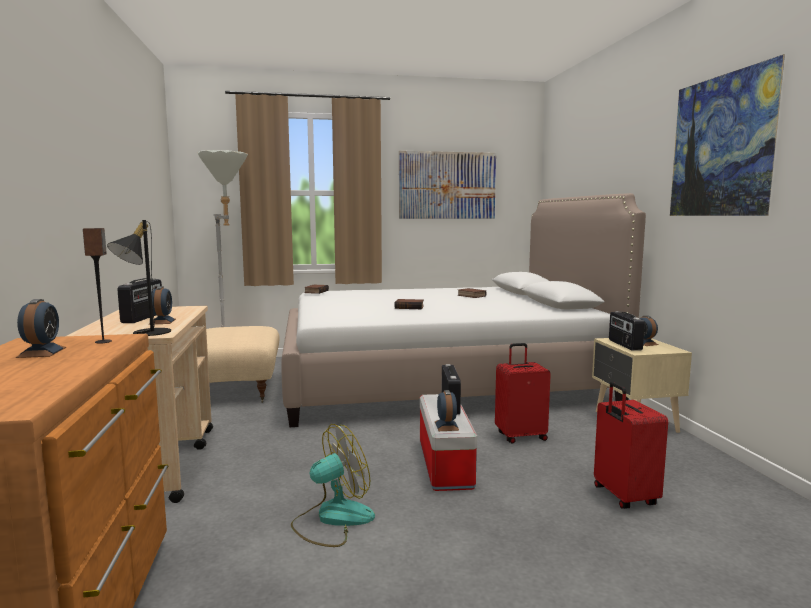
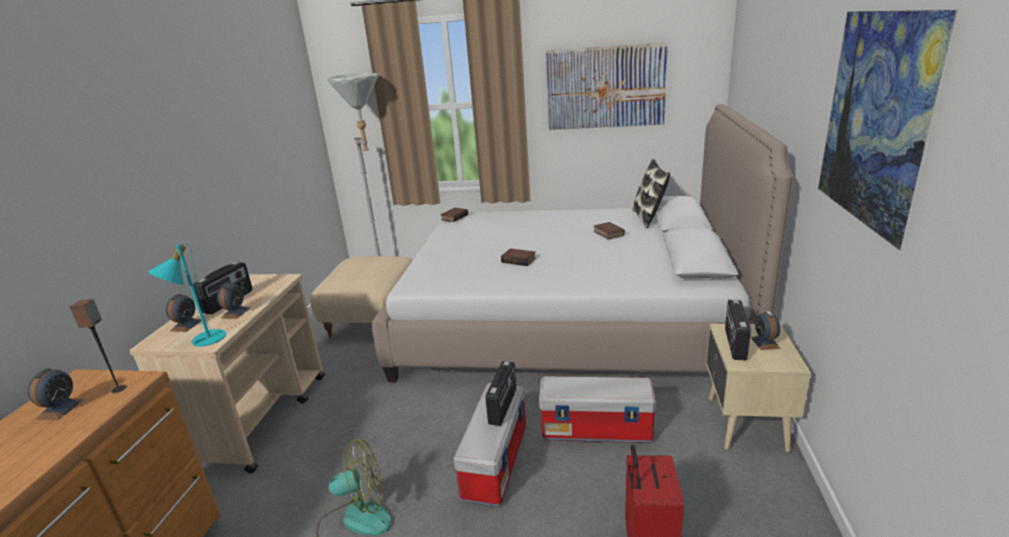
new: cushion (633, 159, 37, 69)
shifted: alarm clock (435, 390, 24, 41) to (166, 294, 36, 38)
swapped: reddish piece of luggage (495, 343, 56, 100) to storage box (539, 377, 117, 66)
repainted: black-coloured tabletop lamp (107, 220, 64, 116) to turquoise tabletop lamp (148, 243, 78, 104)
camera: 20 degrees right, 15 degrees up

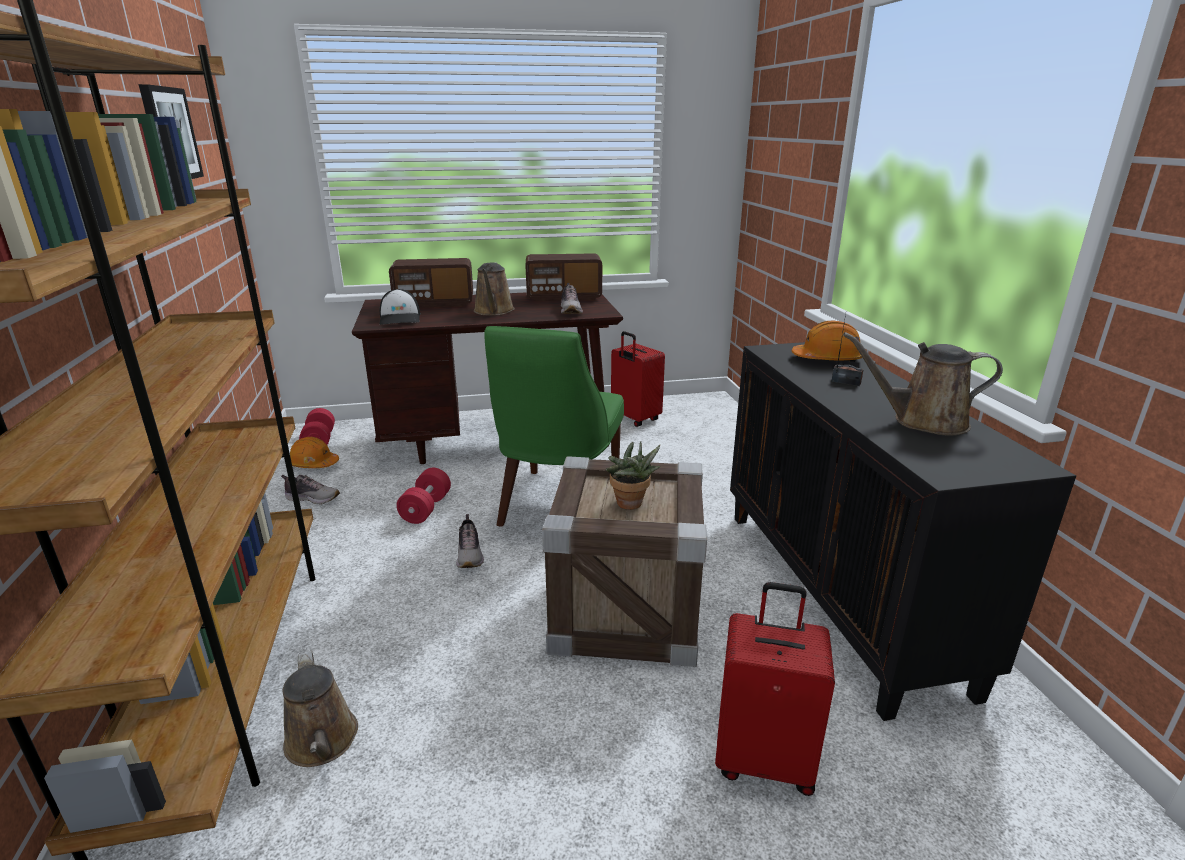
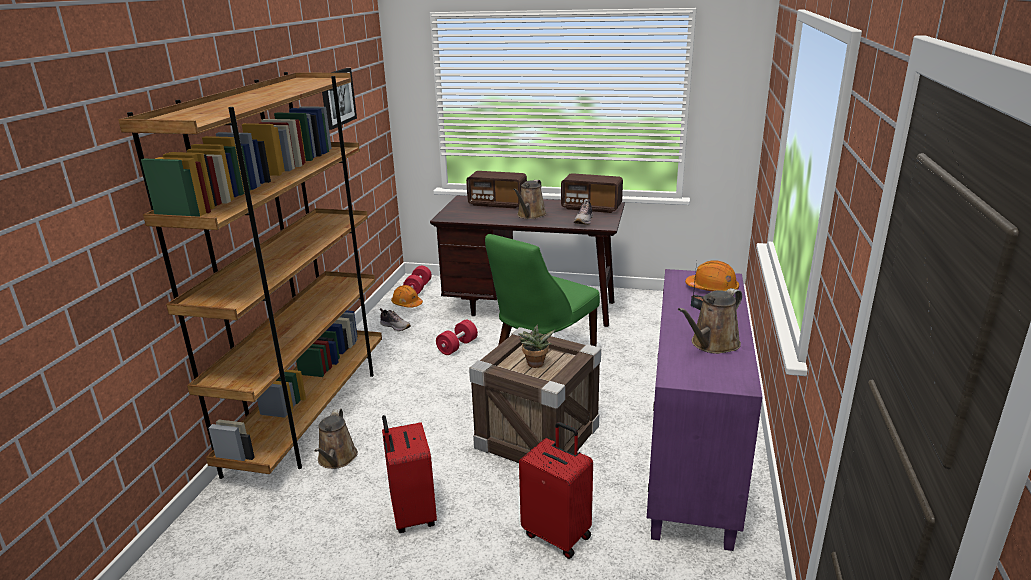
gone: peaked cap (380, 289, 40, 36); shoe (456, 514, 28, 54)
shifted: reddish piece of luggage (611, 331, 54, 96) to (382, 415, 55, 118)
repainted: black-coloured cabinet (730, 342, 346, 379) to purple-coloured cabinet (647, 269, 116, 282)
rotated: brown-coloured sprinkling can (843, 332, 160, 103) = (678, 288, 64, 66) 75 degrees counterclockwise
camera: 25 degrees right, 0 degrees up

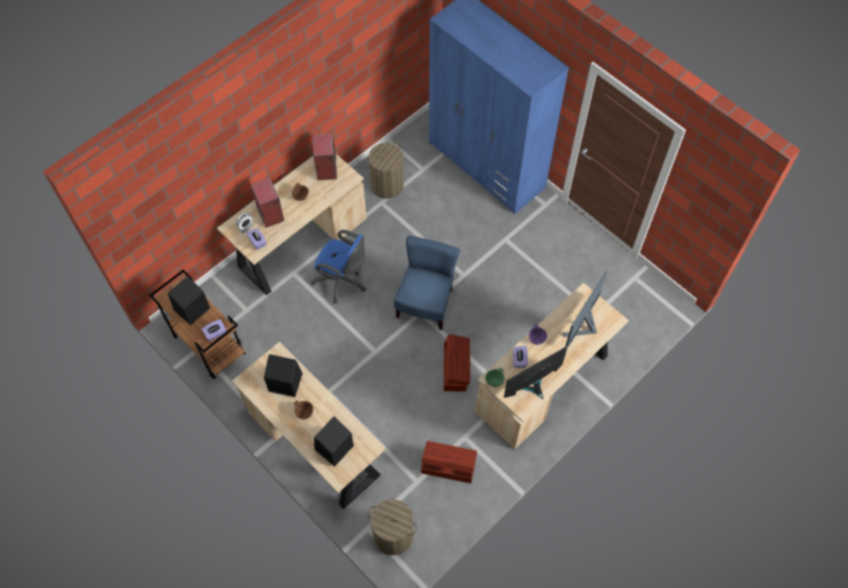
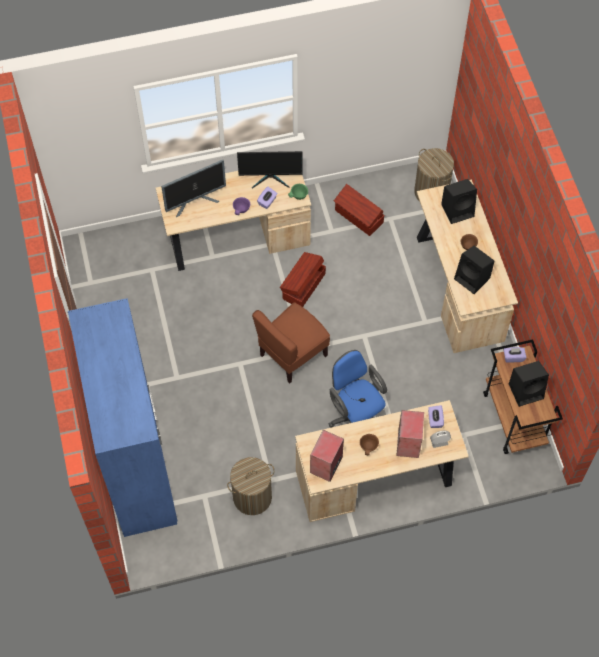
repainted: bluish plain chair (394, 236, 66, 94) to brown-coloured plain chair (252, 302, 78, 81)
camera: 150 degrees left, 0 degrees up

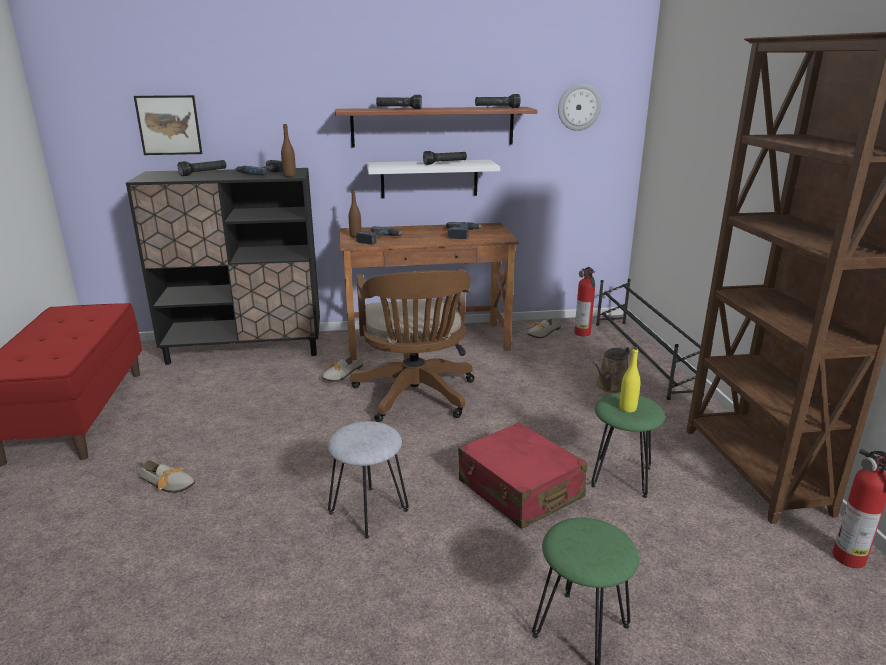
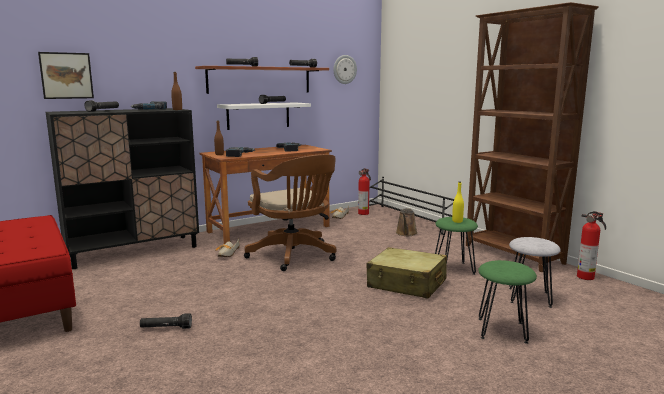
shifted: greyish stool seat (327, 421, 82, 118) to (509, 237, 52, 71)
swapped: shoe (140, 457, 55, 36) to black-coloured flashlight (140, 313, 52, 16)
repainted: reddish piece of luggage (458, 422, 130, 107) to beige piece of luggage (366, 247, 81, 52)
camera: 25 degrees left, 10 degrees down

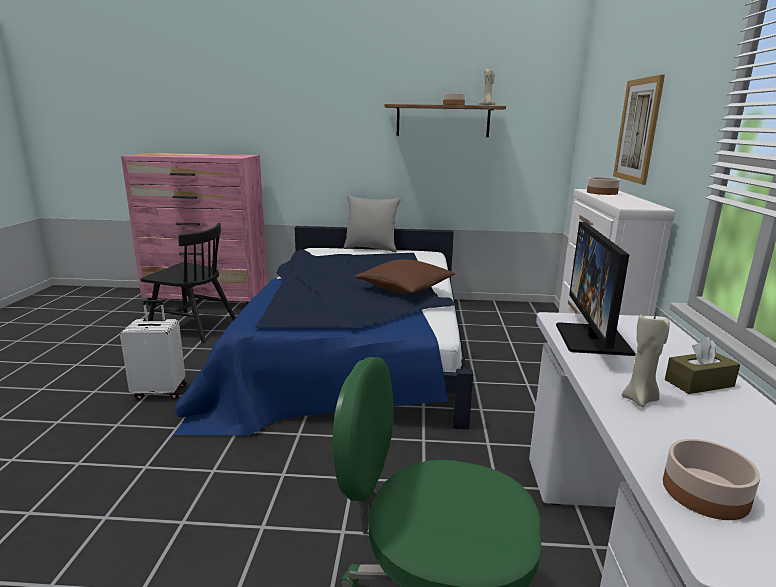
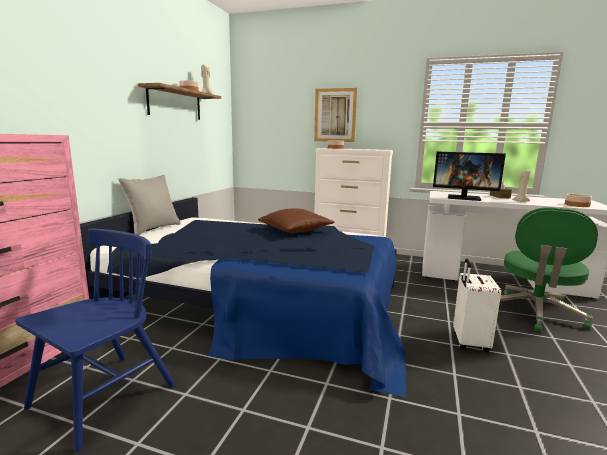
shifted: whitish piece of luggage (120, 300, 66, 99) to (453, 259, 48, 93)
repainted: black-coloured plain chair (141, 223, 95, 120) to bluish plain chair (15, 228, 160, 224)
camera: 75 degrees left, 5 degrees down

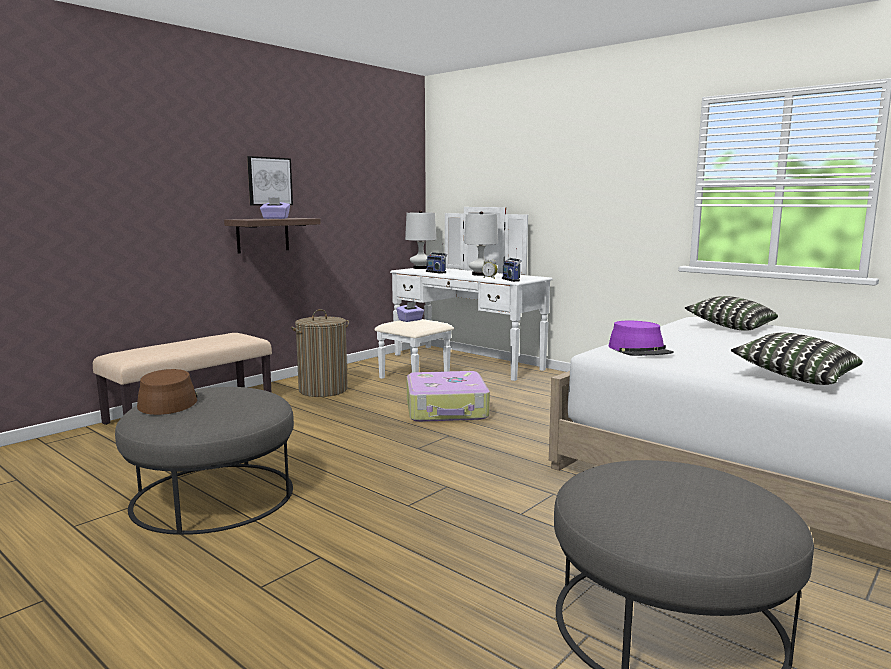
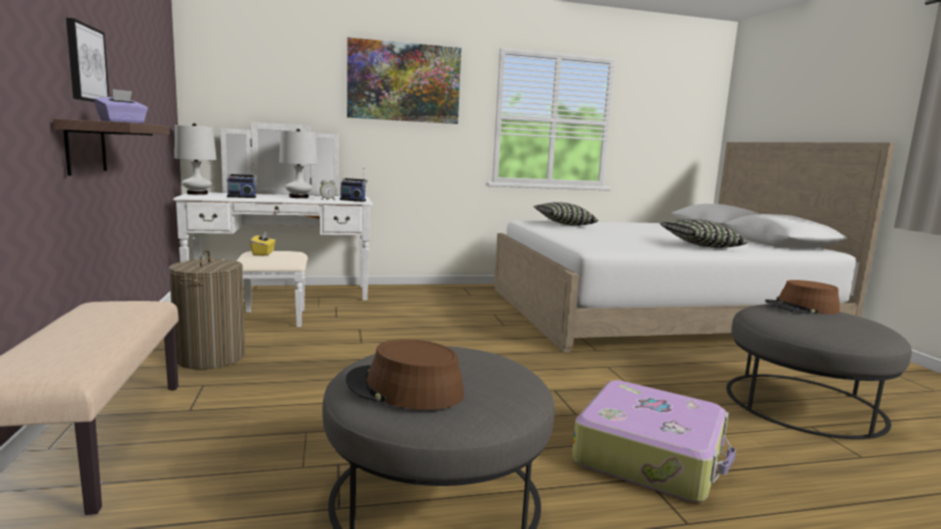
gone: purple-coloured wearable hat (609, 321, 65, 35)
new: wall picture (347, 37, 114, 87); brown-coloured wearable hat (765, 280, 75, 34)
shifted: piece of luggage (407, 371, 83, 51) to (572, 380, 164, 122)
repainted: purple-coloured tissue box (396, 302, 28, 20) to yellowish tissue box (250, 231, 26, 25)
camera: 55 degrees left, 0 degrees up

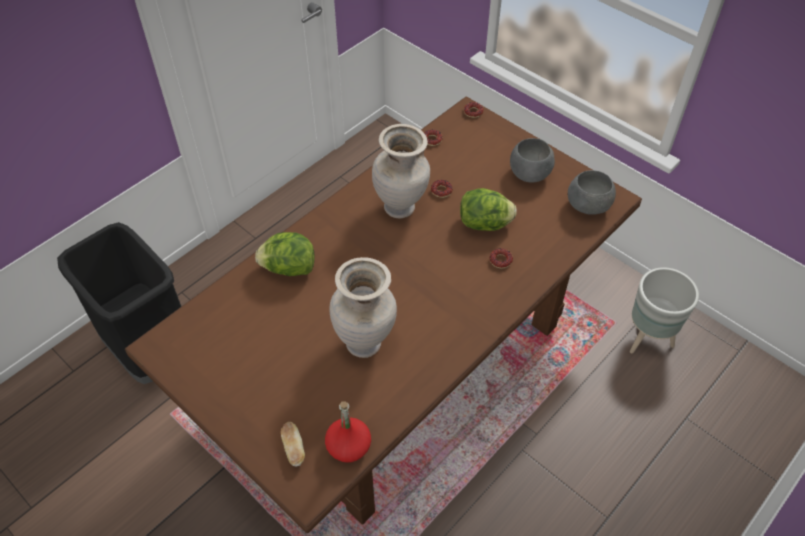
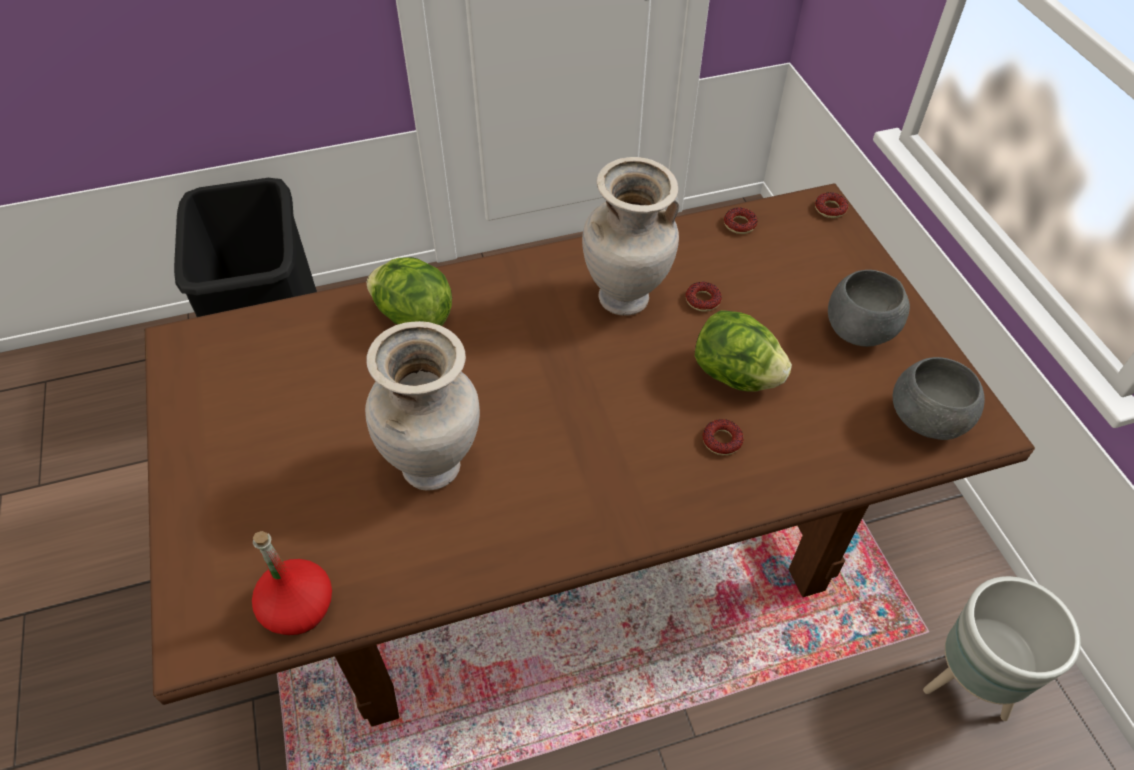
gone: baked bread (281, 422, 24, 45)
camera: 30 degrees right, 0 degrees up

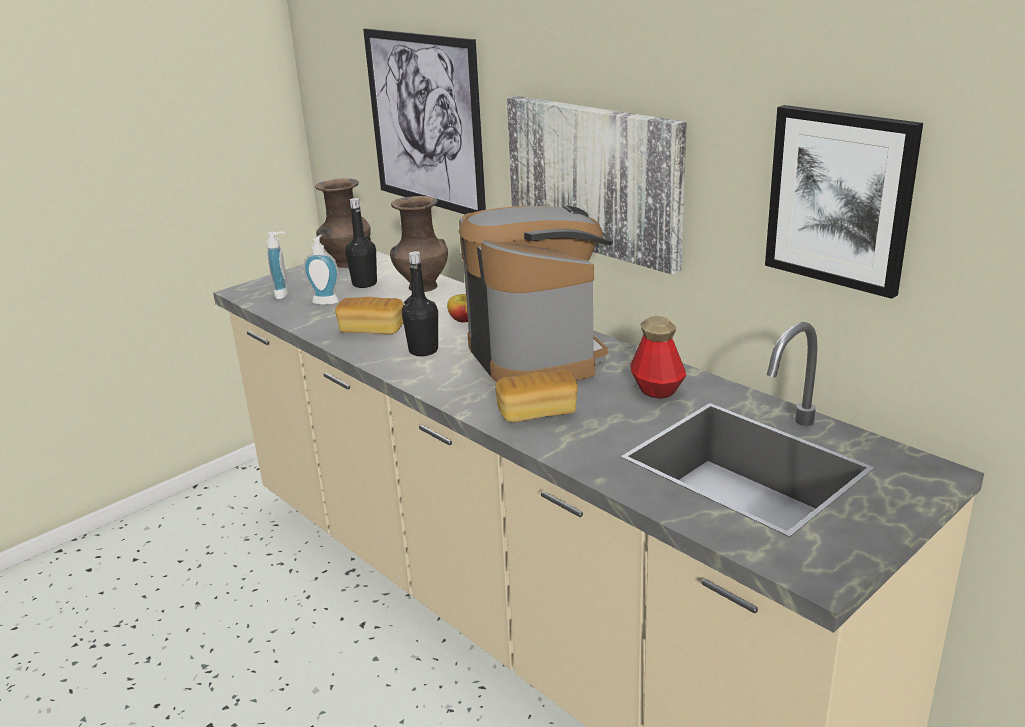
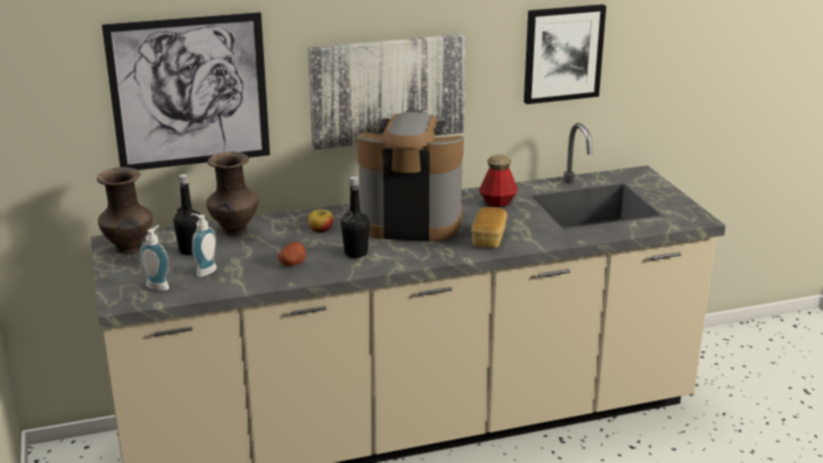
swapped: baked bread (335, 297, 69, 38) to whole potato (278, 242, 28, 24)
camera: 65 degrees left, 0 degrees up

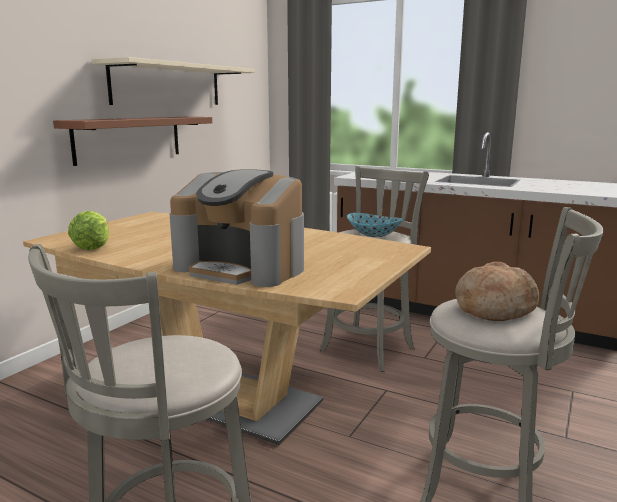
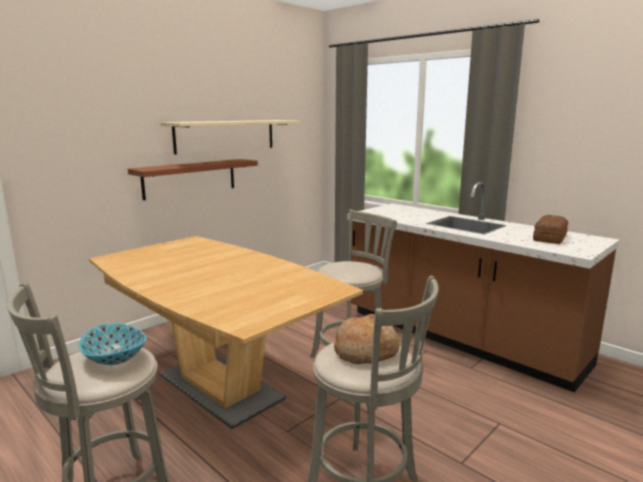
gone: lettuce head (68, 210, 42, 40); coffee brewer (170, 169, 134, 118)
new: baked bread (533, 215, 35, 29)
shifted: bowl (347, 213, 56, 24) to (79, 323, 67, 42)
camera: 15 degrees right, 0 degrees up

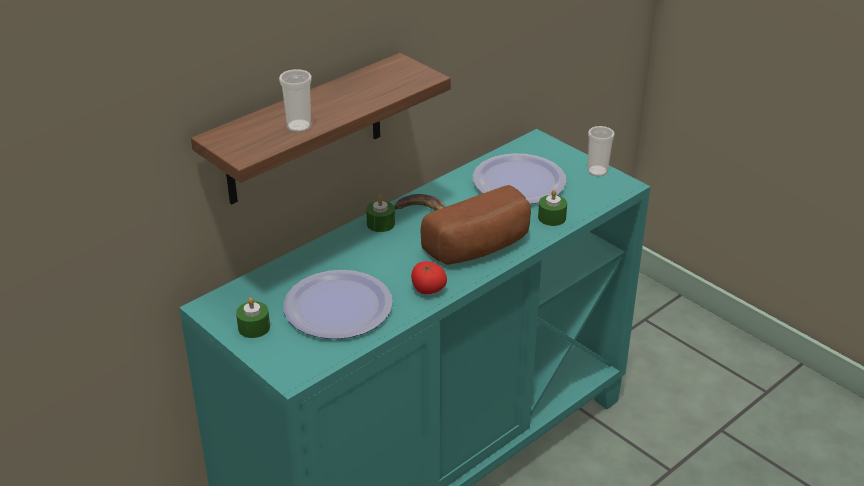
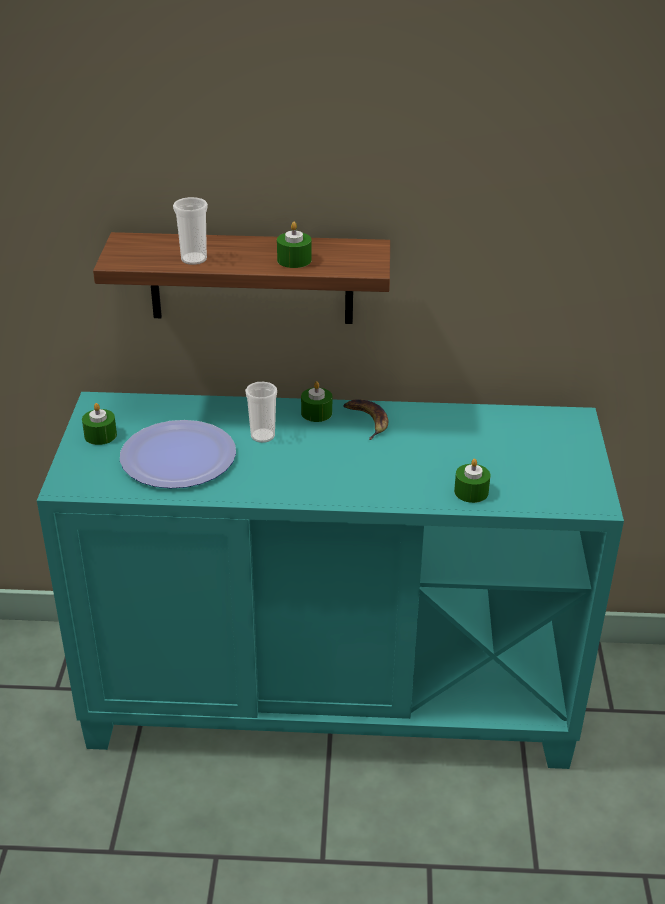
gone: whole tomato (411, 261, 36, 33); baked bread (420, 185, 111, 80); dinner plate (473, 154, 93, 50)
new: green-coloured candle (277, 222, 35, 46)
shifted: drinking cup (588, 126, 27, 50) to (245, 382, 32, 61)
camera: 45 degrees right, 0 degrees up

